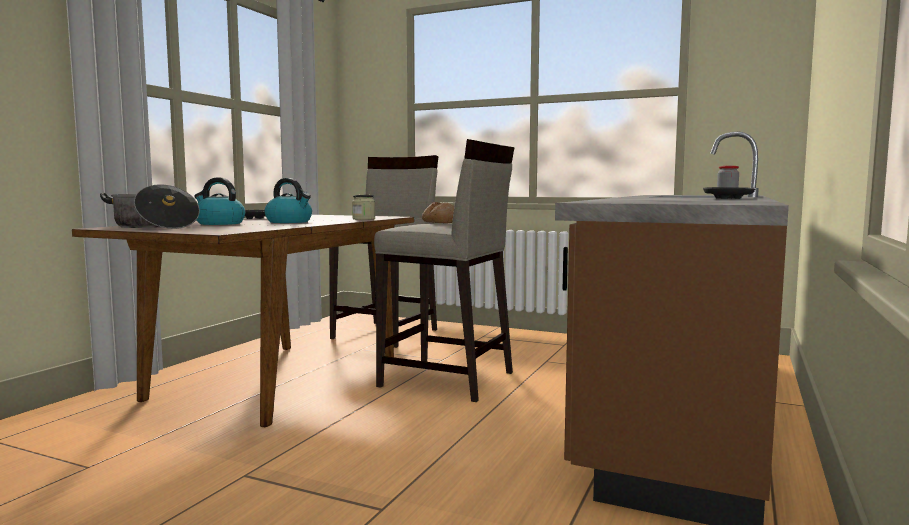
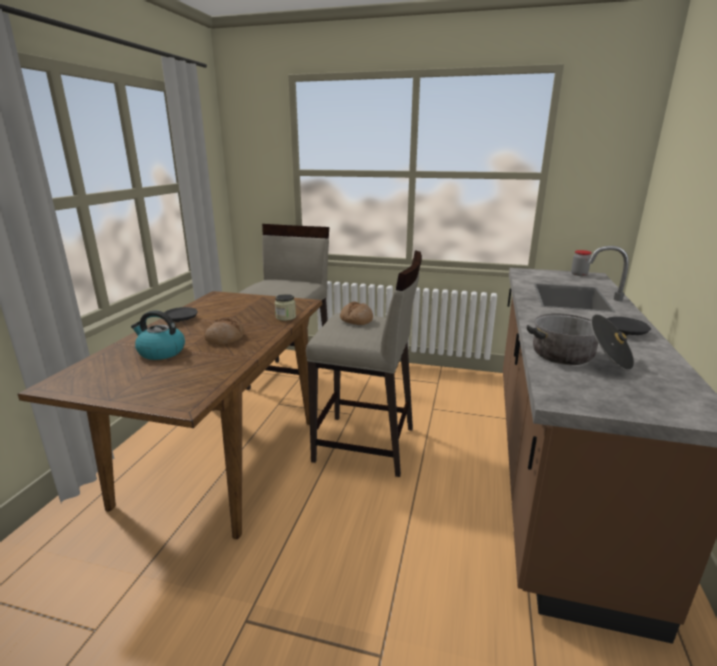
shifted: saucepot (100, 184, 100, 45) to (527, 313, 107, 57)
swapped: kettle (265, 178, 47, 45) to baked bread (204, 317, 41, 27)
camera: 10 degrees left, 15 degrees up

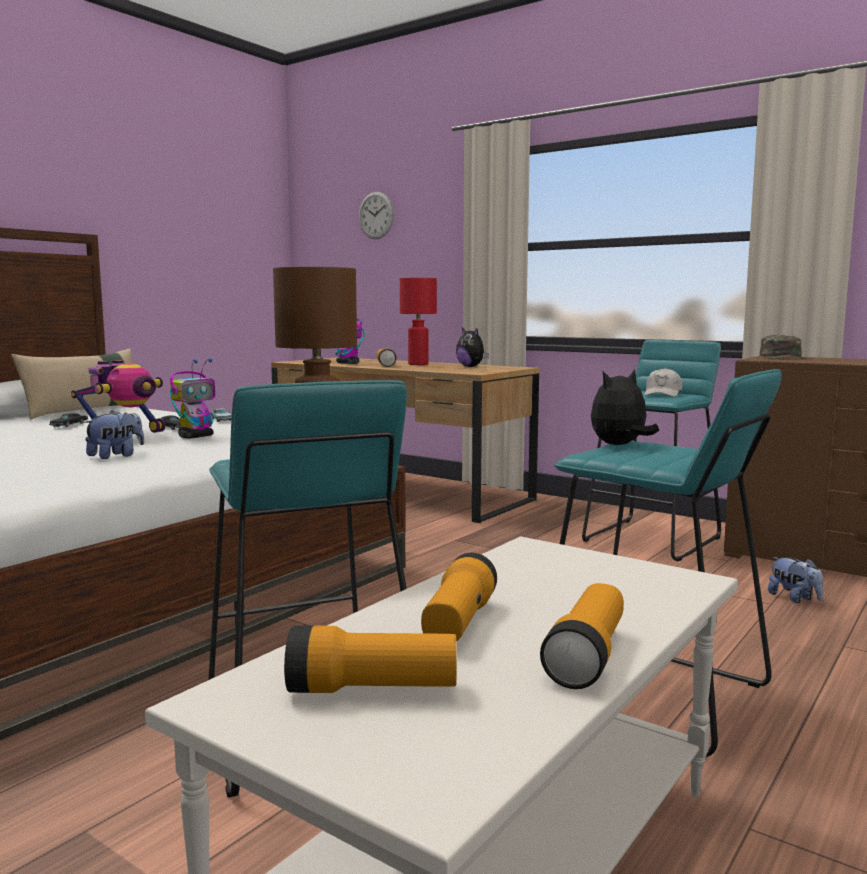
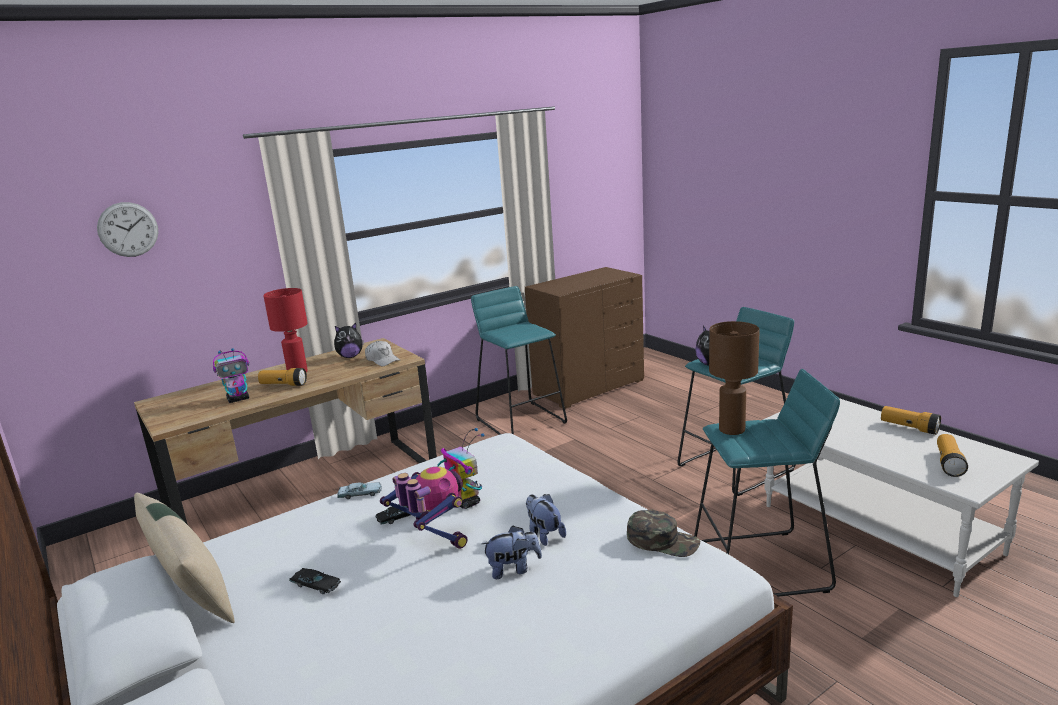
gone: flashlight (421, 553, 76, 89)
shifted: whitish peaked cap (644, 368, 38, 29) to (365, 341, 35, 25); soft toy (768, 557, 55, 46) to (481, 526, 61, 53); green-coloured peaked cap (760, 335, 48, 25) to (627, 509, 73, 48)
camera: 70 degrees left, 10 degrees up

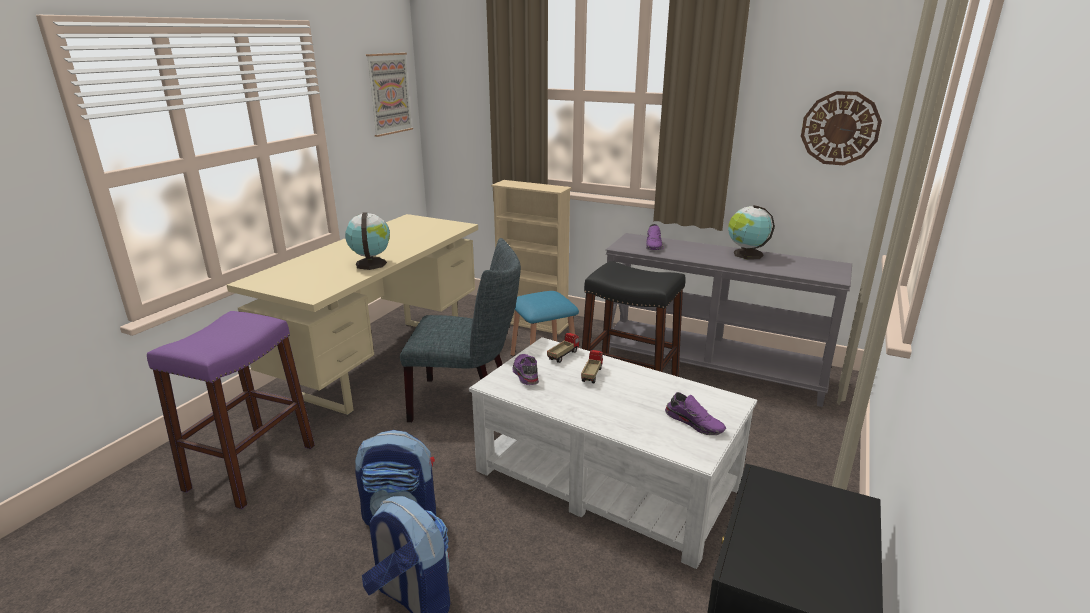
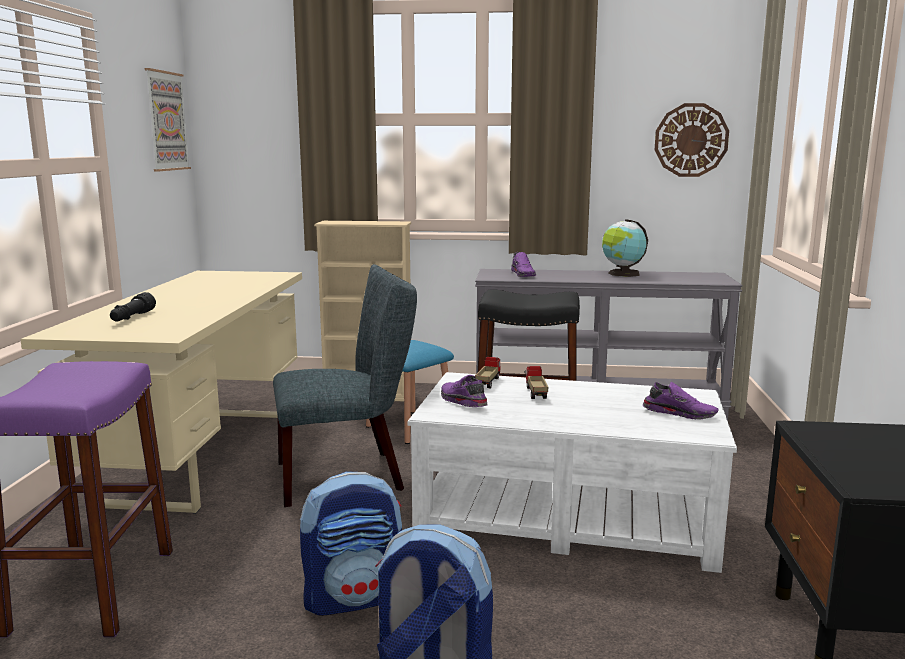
gone: world globe (345, 212, 45, 58)
new: black-coloured flashlight (110, 292, 46, 30)
camera: 20 degrees left, 10 degrees down

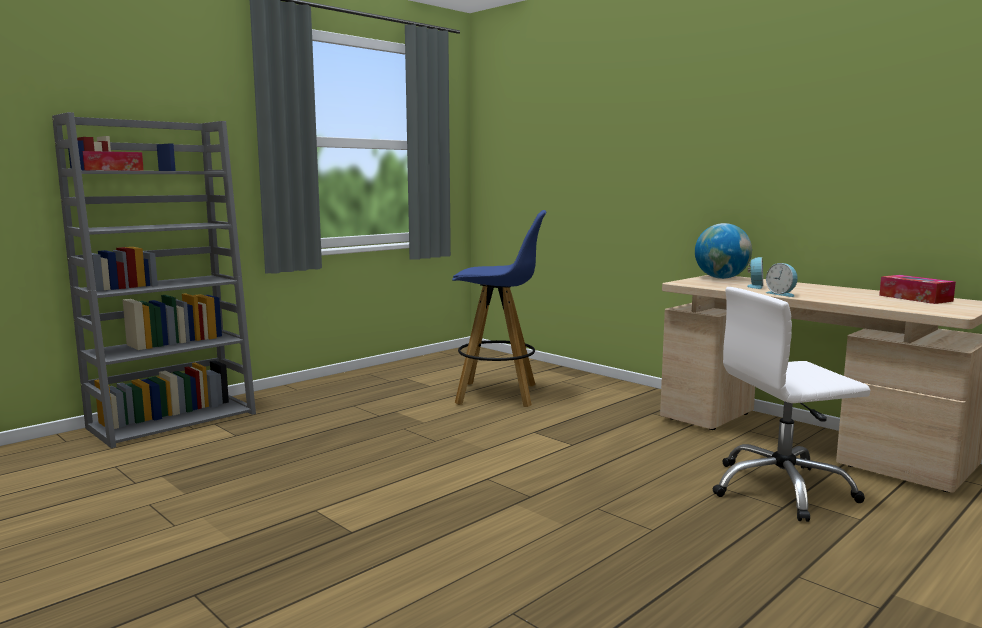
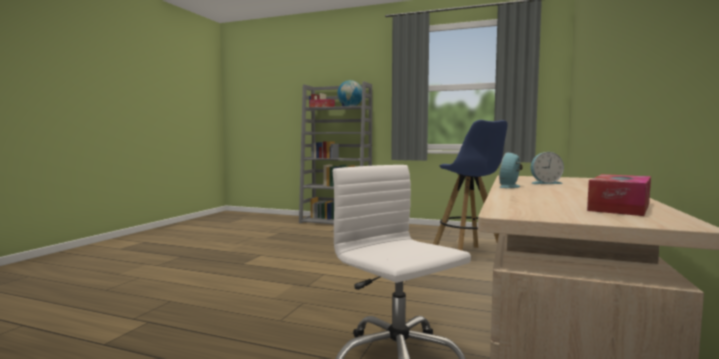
shifted: world globe (695, 223, 57, 56) to (337, 80, 25, 26)
camera: 65 degrees right, 5 degrees down

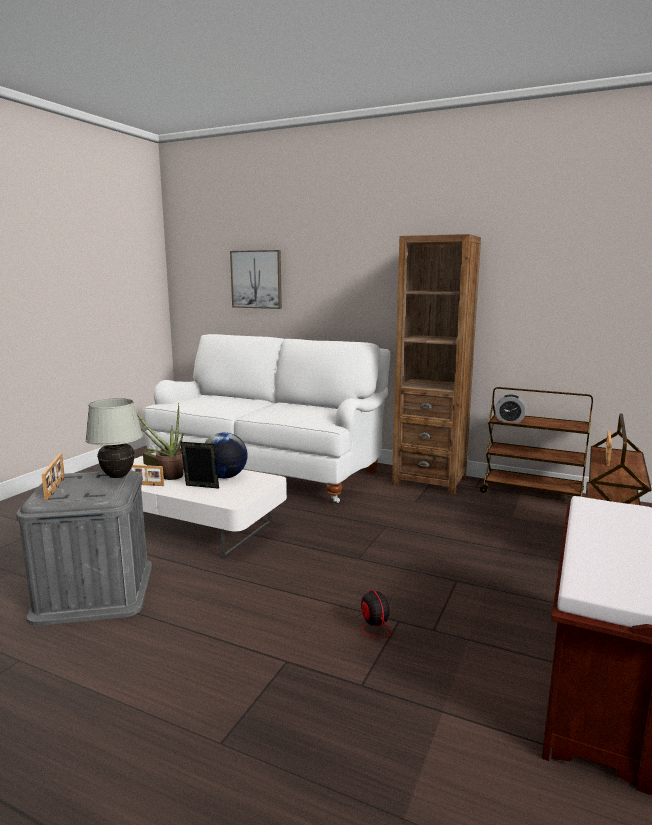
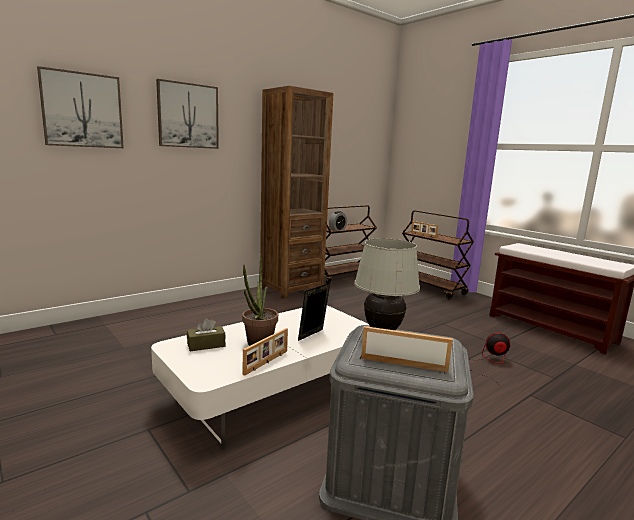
gone: whitish settee (143, 334, 248, 169); world globe (205, 432, 43, 47)
new: wall picture (156, 79, 63, 70)
camera: 65 degrees left, 0 degrees up

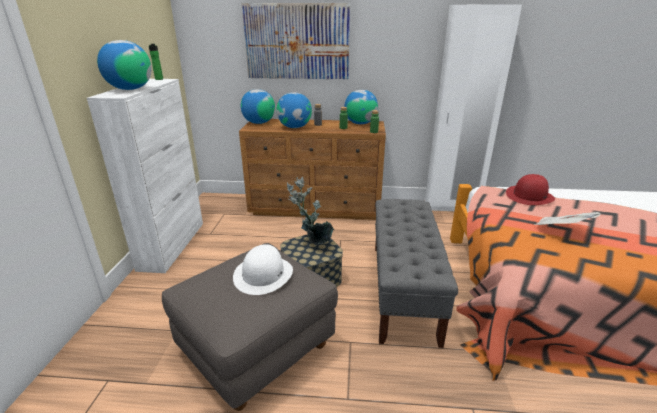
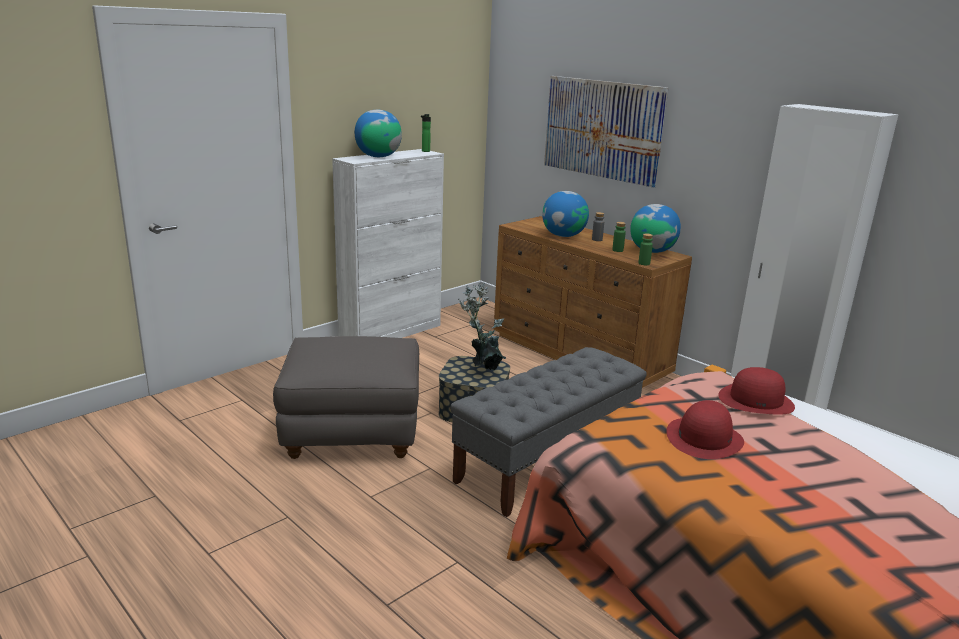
gone: whitish wearable hat (233, 244, 60, 51); world globe (241, 89, 34, 35)
swapped: printed paper (534, 212, 67, 13) to reddish wearable hat (667, 400, 77, 59)
camera: 40 degrees right, 5 degrees down

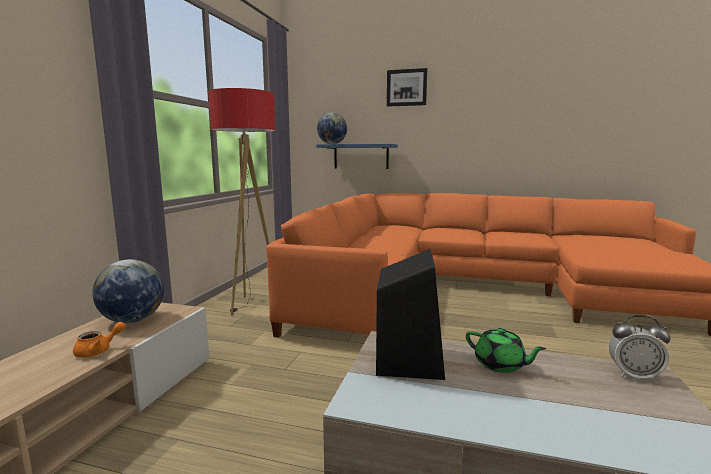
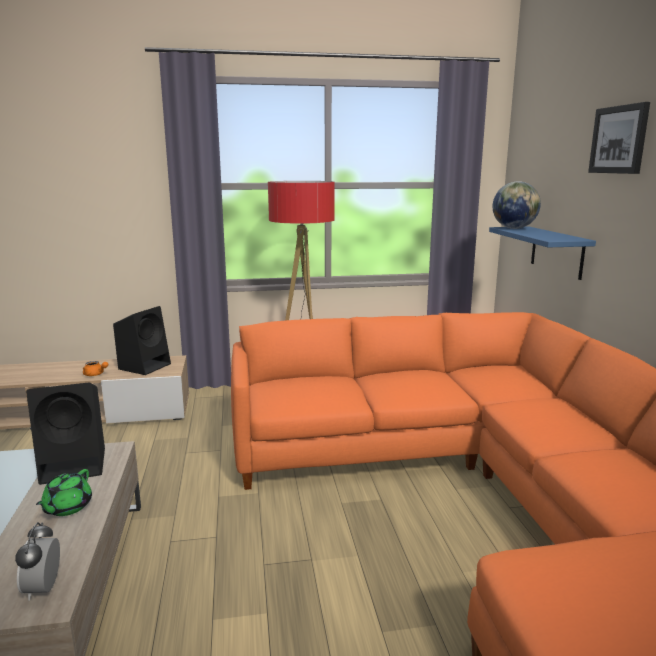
swapped: world globe (92, 259, 72, 64) to black-coloured audio speaker (113, 306, 58, 69)
camera: 65 degrees right, 5 degrees up

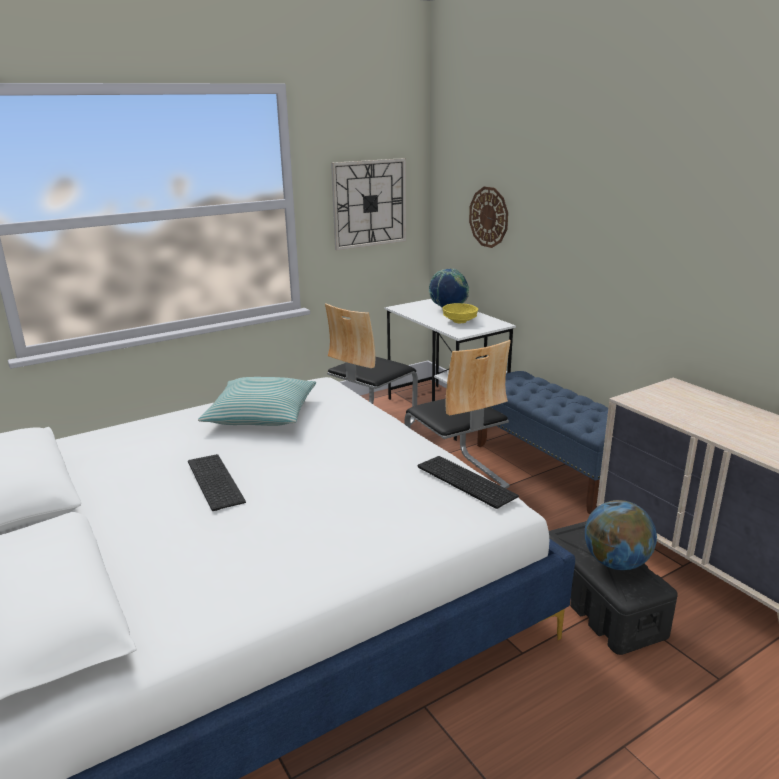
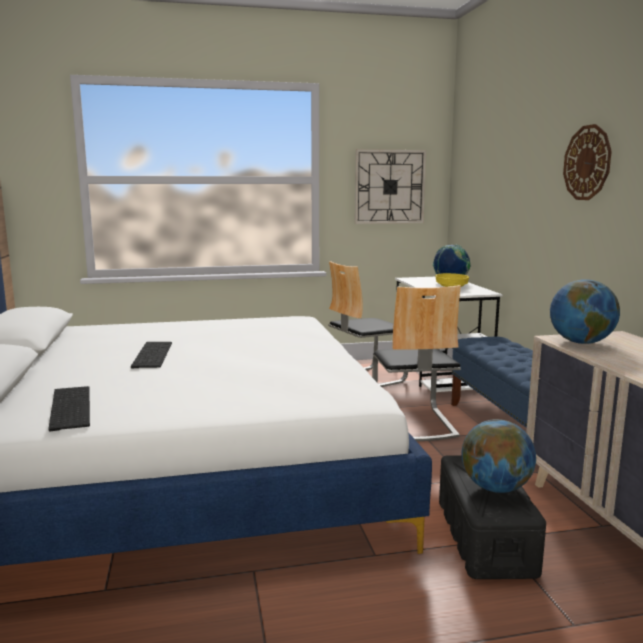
gone: cushion (198, 377, 118, 49)
new: world globe (550, 279, 70, 65)
shifted: computer keyboard (418, 456, 101, 53) to (48, 386, 42, 45); wall clock (469, 186, 39, 62) to (563, 124, 49, 76)
camera: 20 degrees right, 10 degrees down

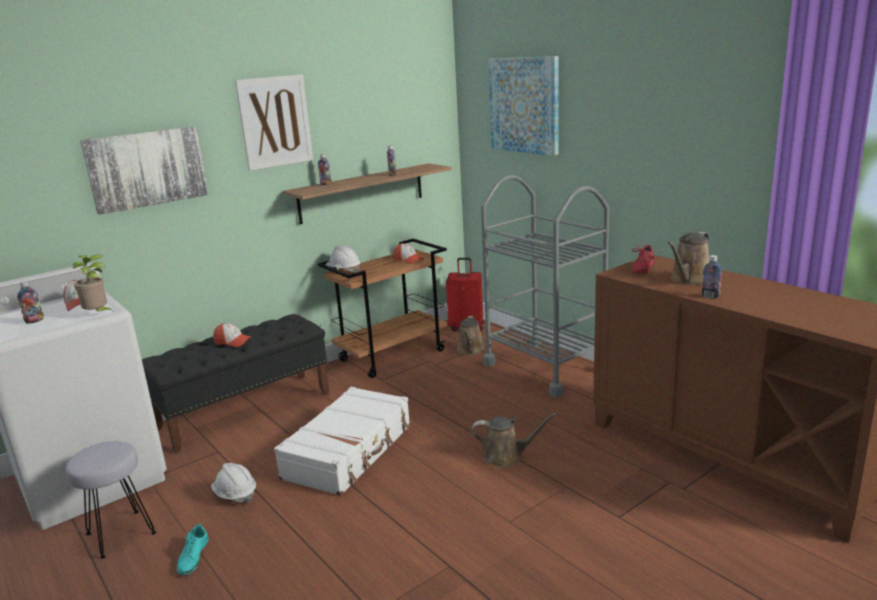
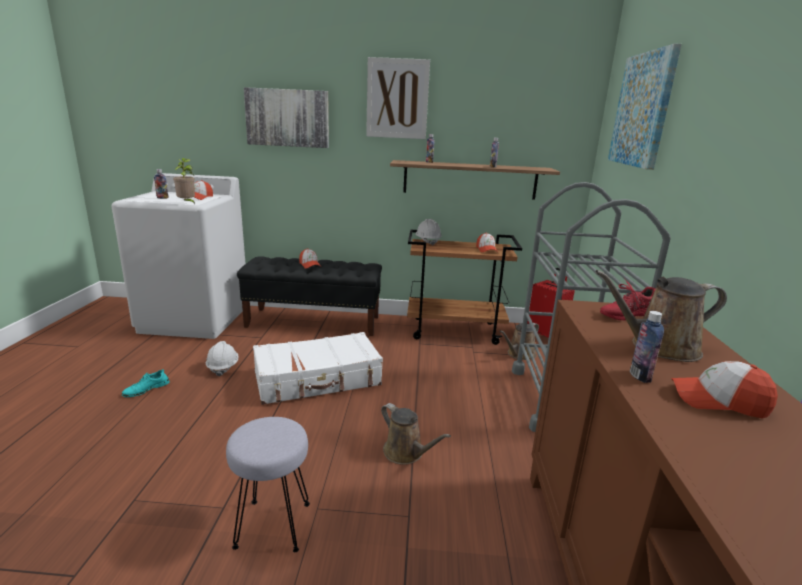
new: peaked cap (671, 361, 107, 58)
shifted: greyish stool seat (65, 441, 91, 118) to (226, 417, 84, 135)
camera: 40 degrees right, 0 degrees up

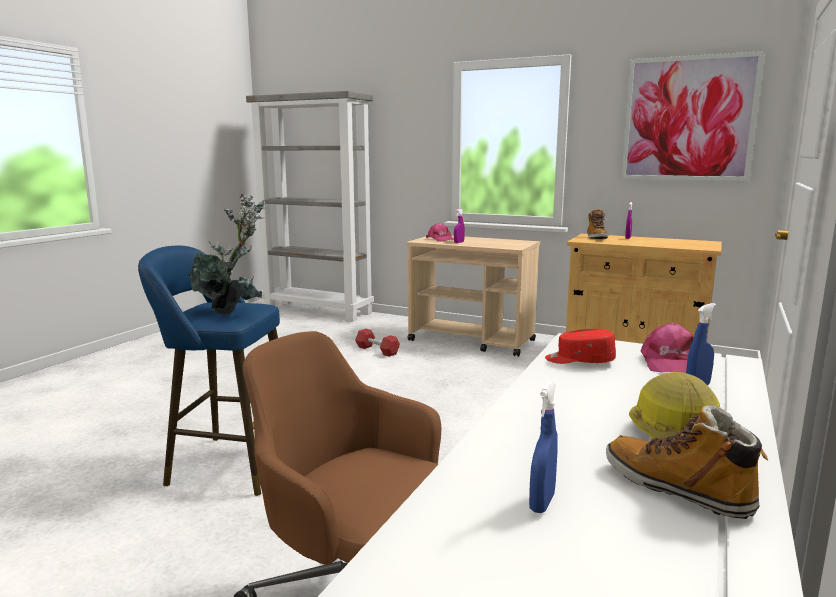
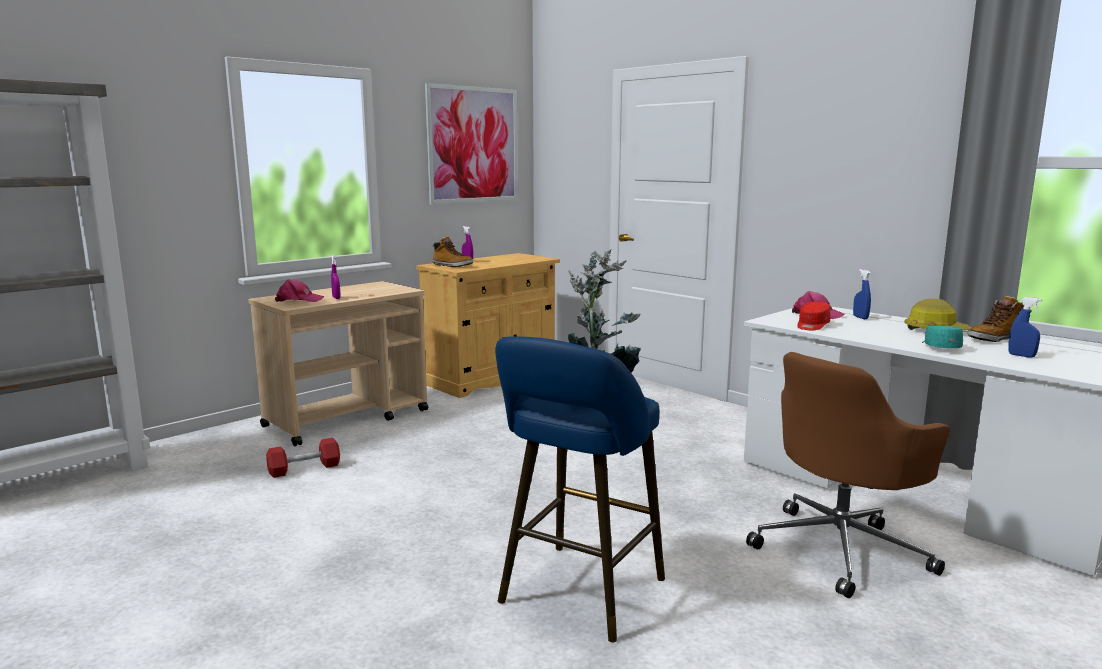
new: turquoise peaked cap (922, 326, 41, 22)
camera: 70 degrees left, 0 degrees up

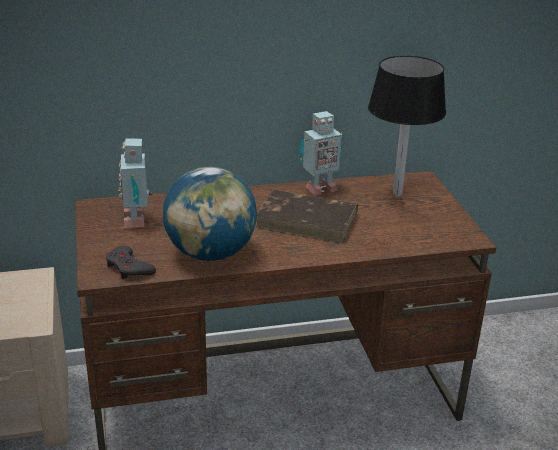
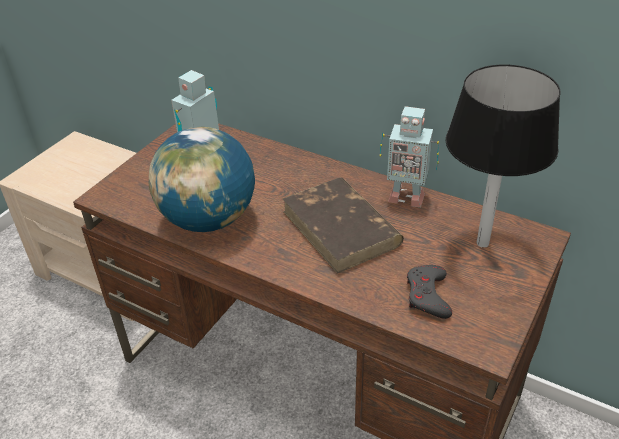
shifted: greyish game controller (106, 246, 50, 33) to (407, 265, 45, 54)
camera: 45 degrees right, 10 degrees up

